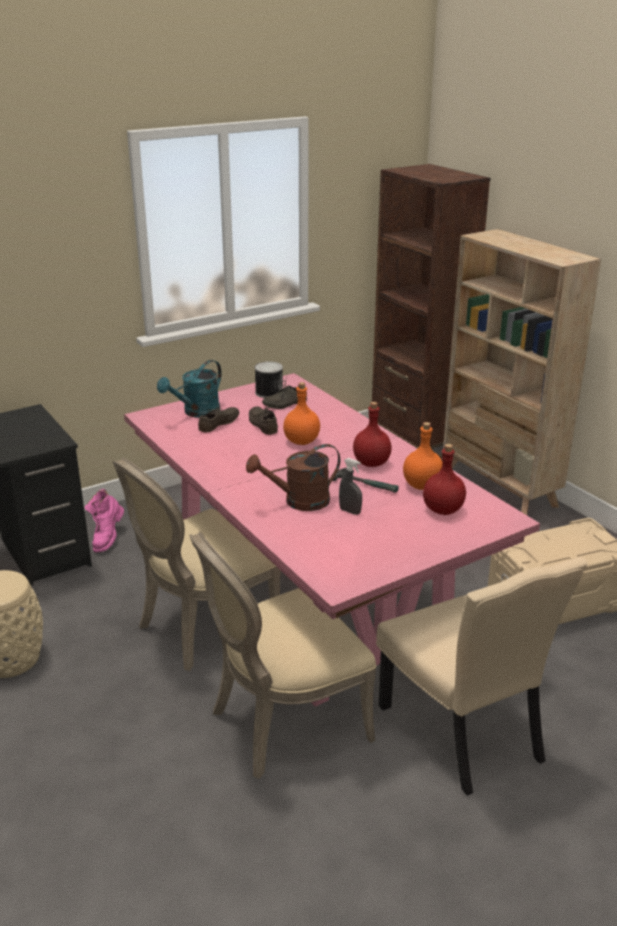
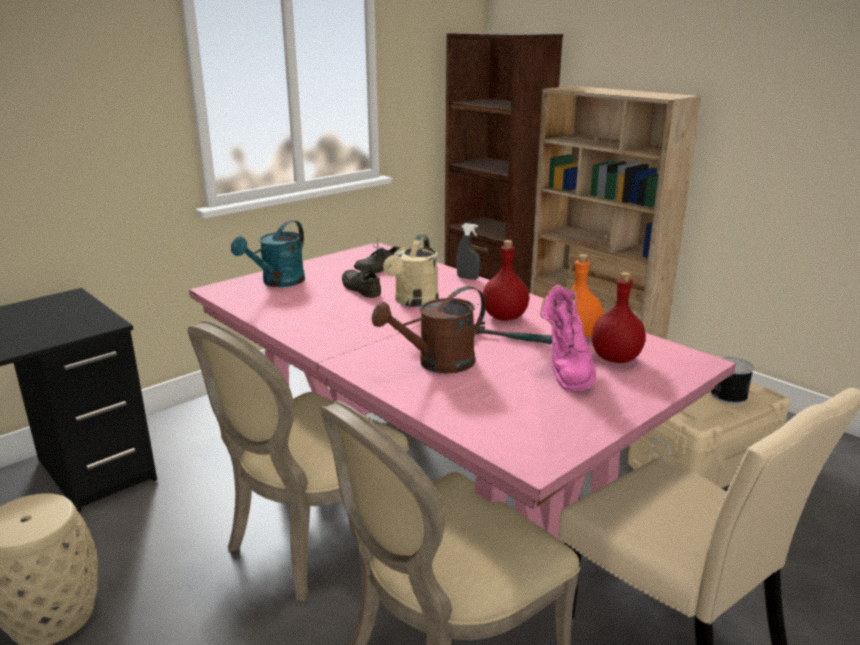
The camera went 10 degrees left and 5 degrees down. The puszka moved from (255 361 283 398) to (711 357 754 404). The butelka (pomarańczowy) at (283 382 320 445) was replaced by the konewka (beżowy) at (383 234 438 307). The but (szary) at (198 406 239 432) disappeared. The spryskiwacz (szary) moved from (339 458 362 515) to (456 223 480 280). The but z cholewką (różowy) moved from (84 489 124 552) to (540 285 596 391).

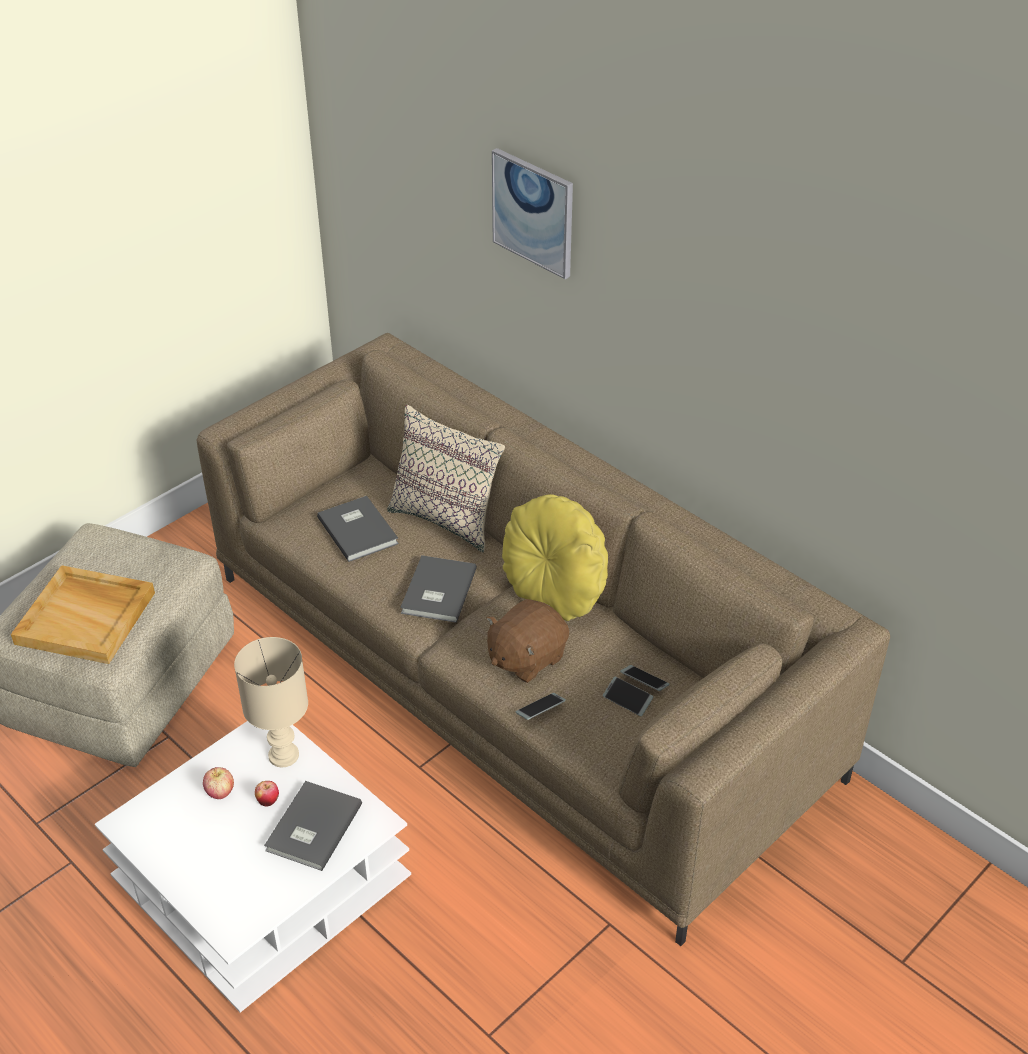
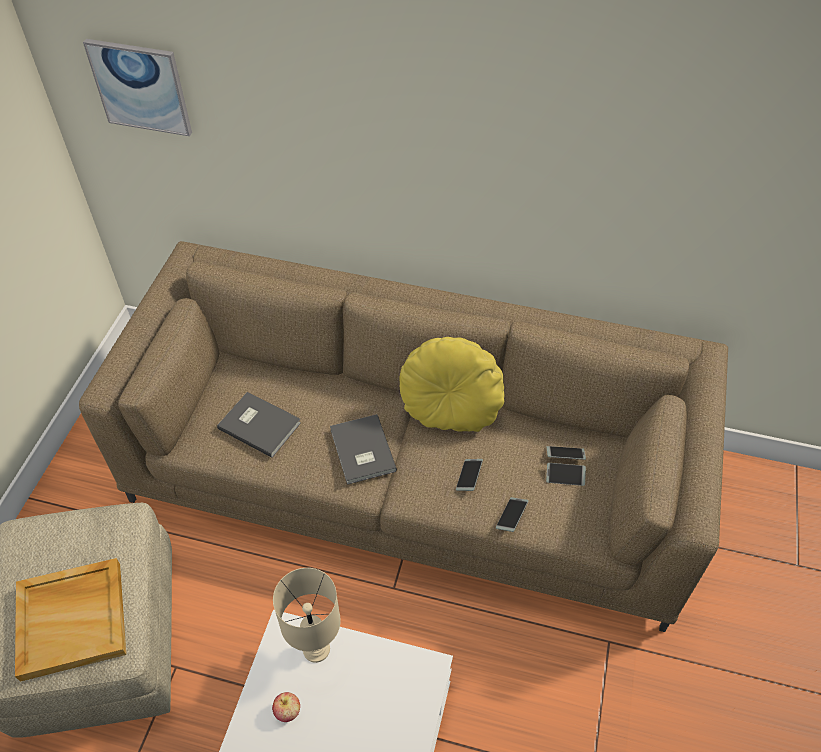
The camera went 30 degrees left and 10 degrees up. The obraz moved from (492 148 573 279) to (83 39 192 136). The poduszka (beżowy) at (387 405 505 552) disappeared. The pluszak (brązowy) at (486 599 569 683) was replaced by the telefon at (456 459 483 491). The jabłko at (255 781 279 806) disappeared. The książka (szary) at (264 781 362 871) disappeared.

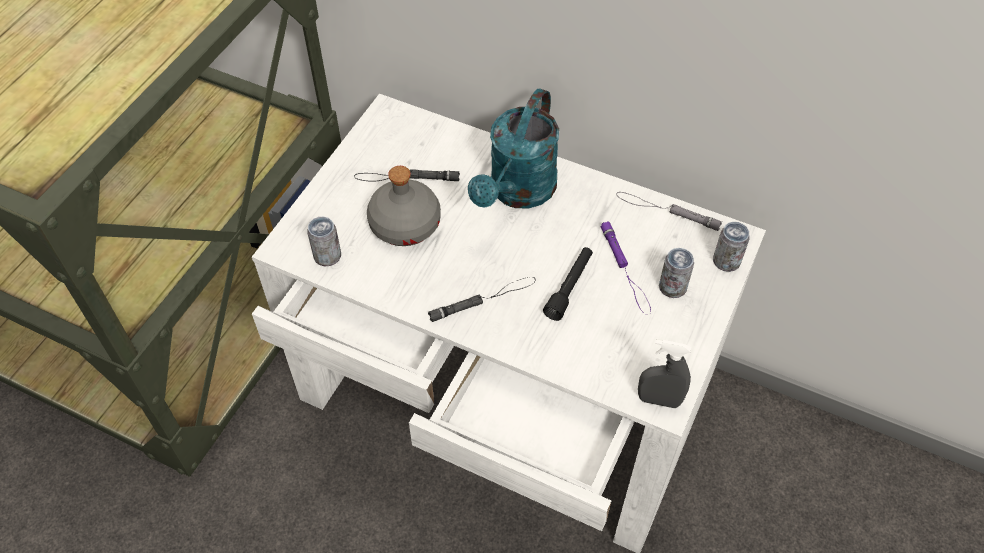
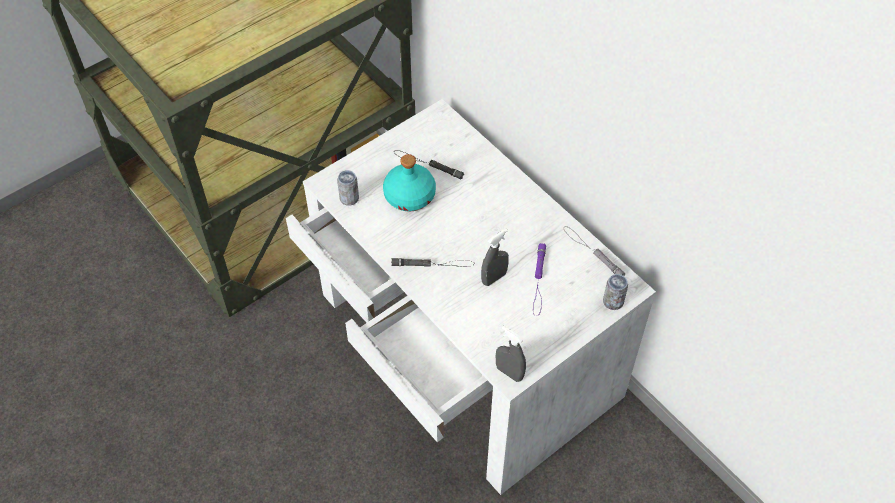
The camera went 25 degrees right and 0 degrees up. The konewka (turkusowy) at (468 88 559 209) disappeared. The butelka (szary) at (367 166 441 246) became the butelka (turkusowy) at (383 154 436 211). The latarka (czarny) at (543 247 593 321) was replaced by the spryskiwacz (szary) at (481 229 509 286). The puszka at (659 248 694 298) disappeared.

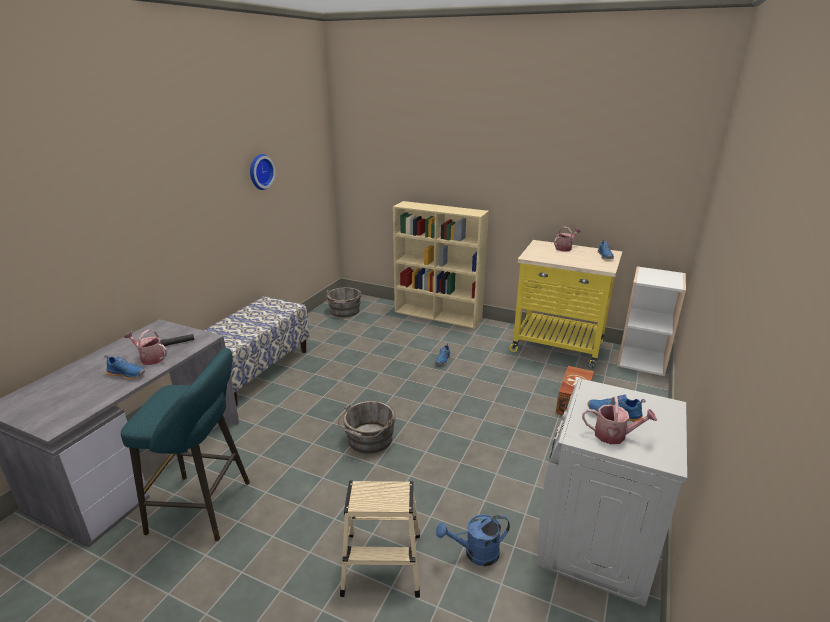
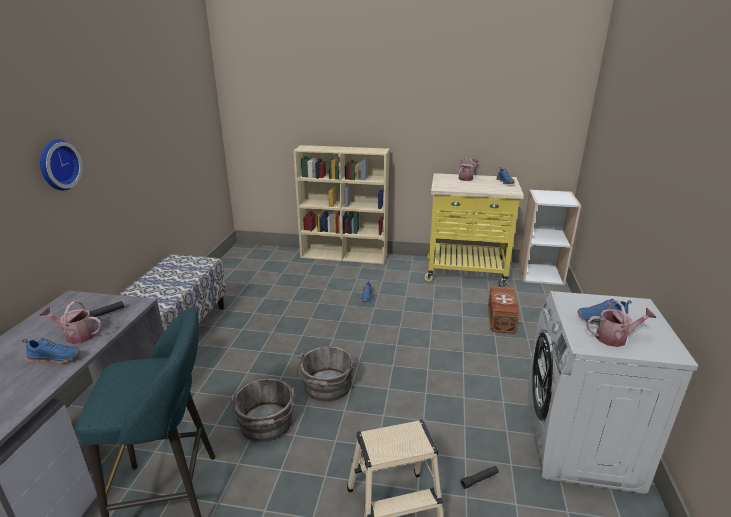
The camera went 15 degrees left and 0 degrees up. The zegar ścienny moved from (250 154 276 190) to (40 139 83 191). The wiadro (szary) moved from (326 287 361 317) to (230 378 295 442). The konewka (niebieski) at (436 514 510 566) was replaced by the latarka (czarny) at (460 466 499 489).

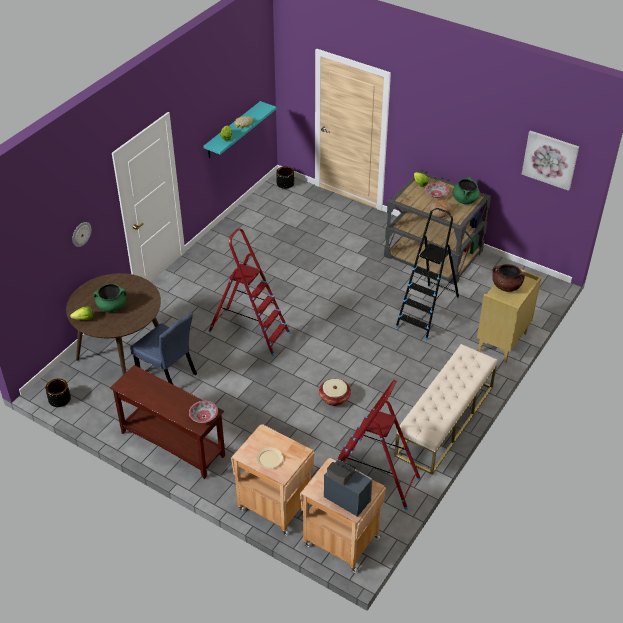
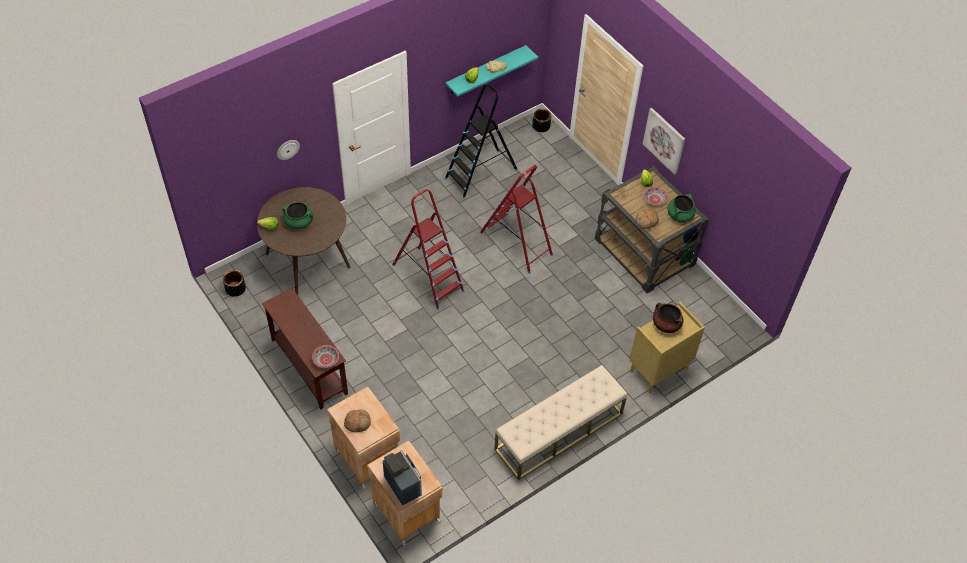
The camera went 20 degrees right and 10 degrees up. The obraz moved from (522 131 579 191) to (643 108 685 175). The drabinka (czarny) moved from (395 208 459 340) to (445 84 518 199). The krzesło (niebieski) at (130 312 197 385) disappeared. The koszyk at (319 379 351 406) disappeared. The drabinka (czerwony) moved from (338 380 421 510) to (480 165 553 274). The talerz (beżowy) at (256 447 283 469) was replaced by the chleb at (344 409 371 432).

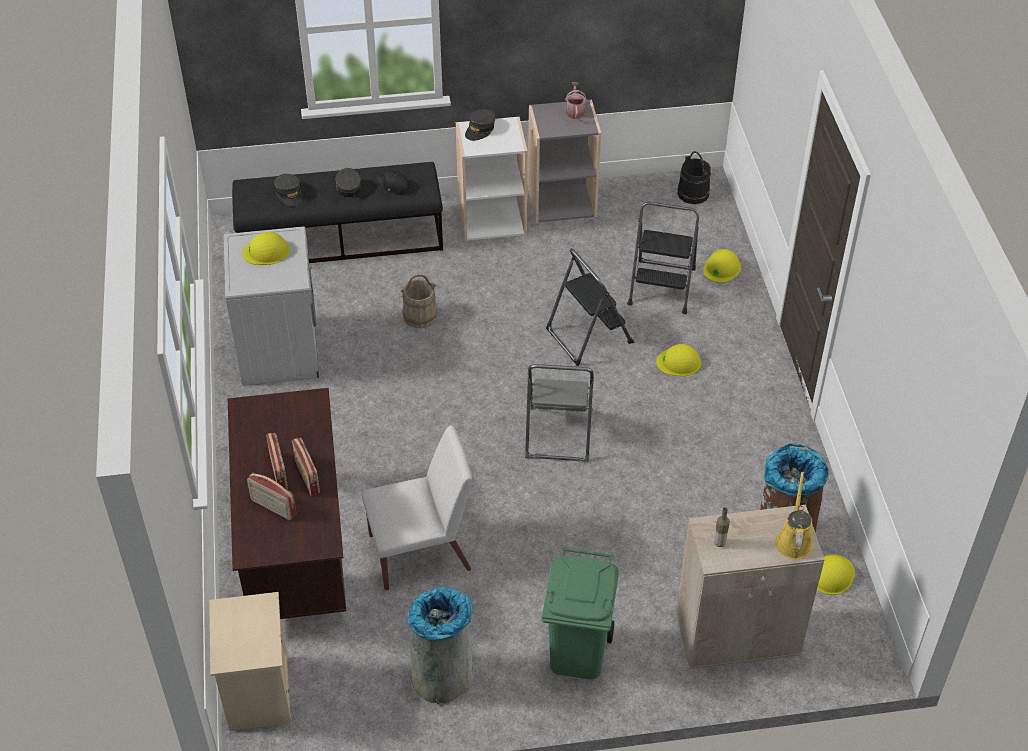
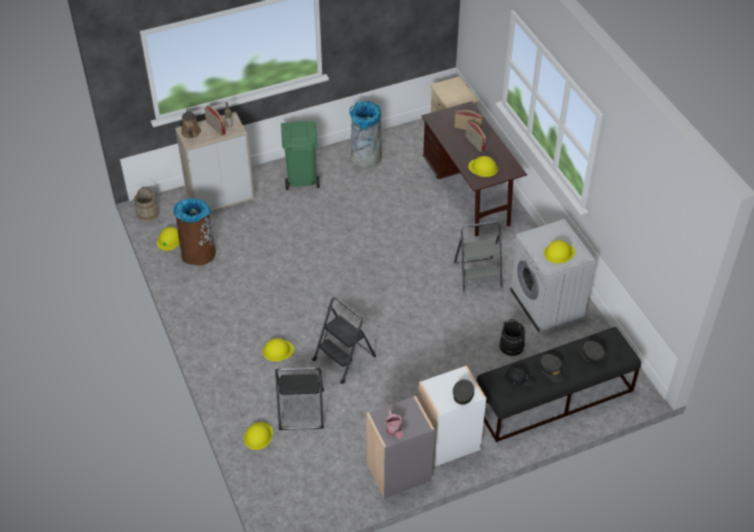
The camera went 165 degrees right and 0 degrees up. The wiadro (czarny) moved from (677 151 711 204) to (499 319 525 356). The wiadro (beżowy) moved from (401 275 438 328) to (133 187 159 222). The drabinka (szary) moved from (525 364 594 462) to (454 222 503 296). The krzesło (biały) at (362 425 472 591) disappeared. The radio moved from (292 438 320 496) to (204 106 226 136). The konewka (żółty) at (775 472 813 559) became the konewka (brązowy) at (181 108 201 138). The kask (żółty) at (468 156 498 177) appeared.

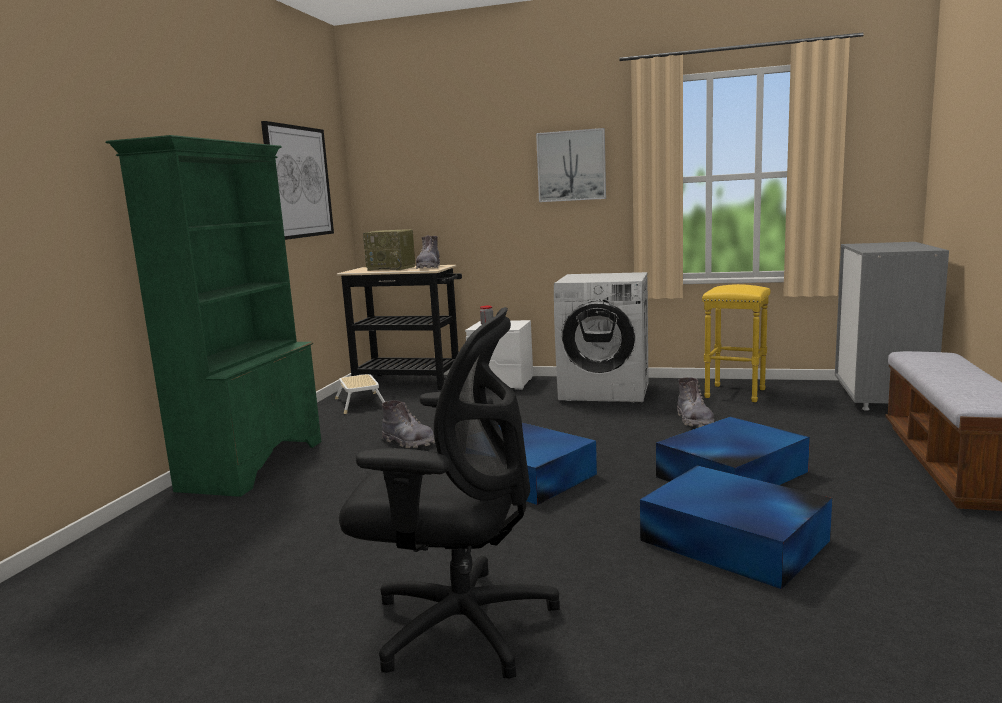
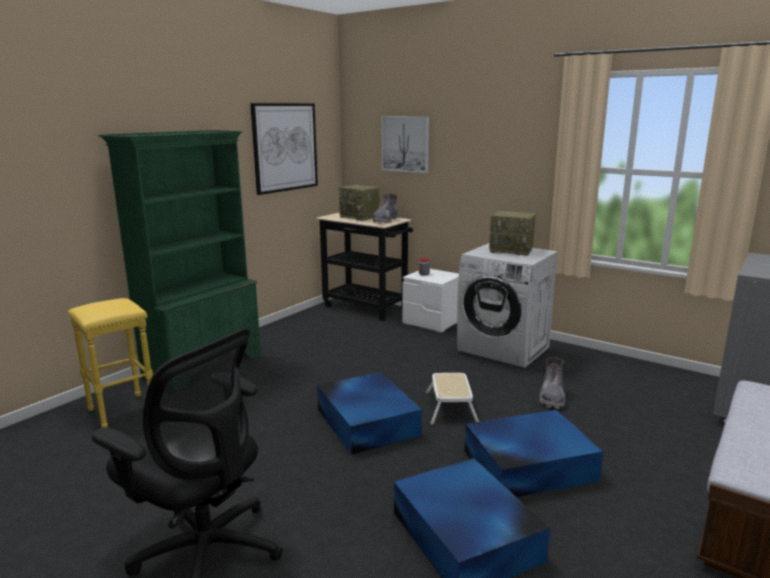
The camera went 20 degrees right and 5 degrees up. The obraz moved from (536 128 606 202) to (381 116 429 173). The stołek (żółty) moved from (702 284 771 402) to (68 298 153 428). The drabinka (beżowy) moved from (335 374 385 414) to (426 373 479 425). The but z cholewką (szary) at (382 400 435 448) disappeared. The radio at (489 211 536 256) appeared.

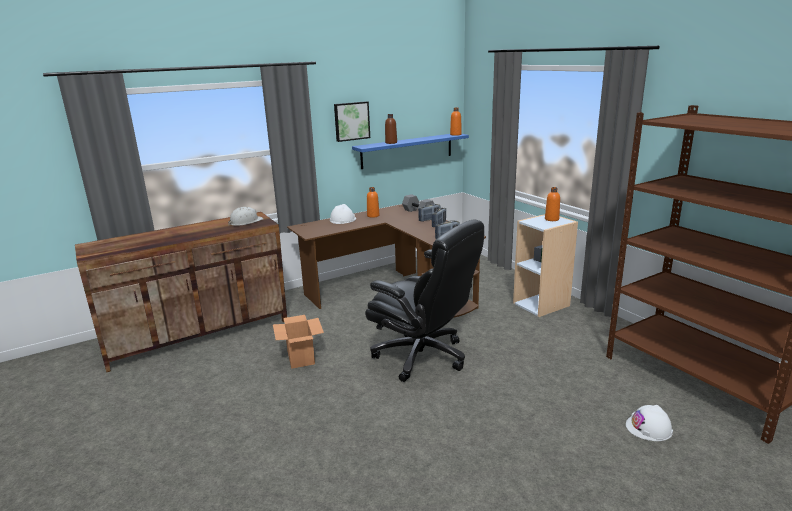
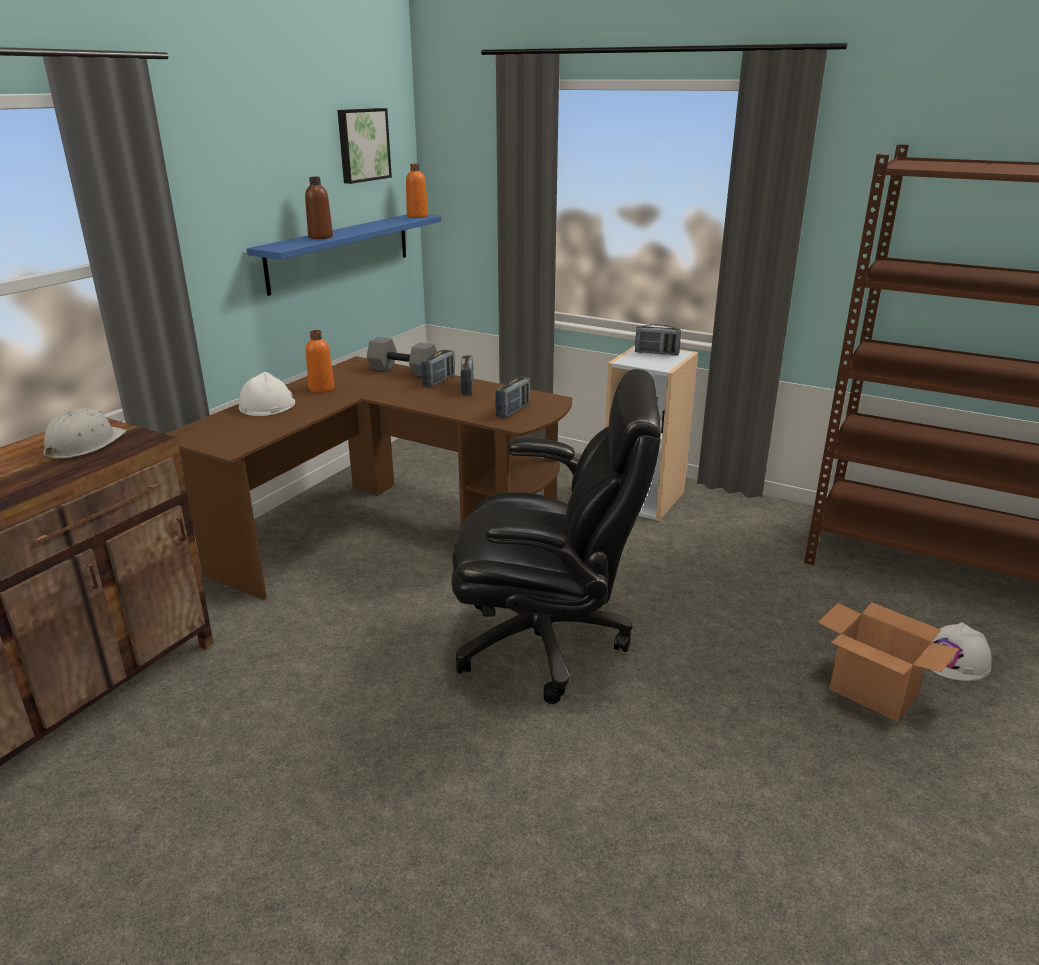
The camera went 30 degrees left and 5 degrees up. The obraz moved from (334 101 370 142) to (337 108 392 184). The butelka (pomarańczowy) at (545 187 560 221) was replaced by the radio at (635 324 681 355). The karton moved from (273 315 324 369) to (818 602 959 722).

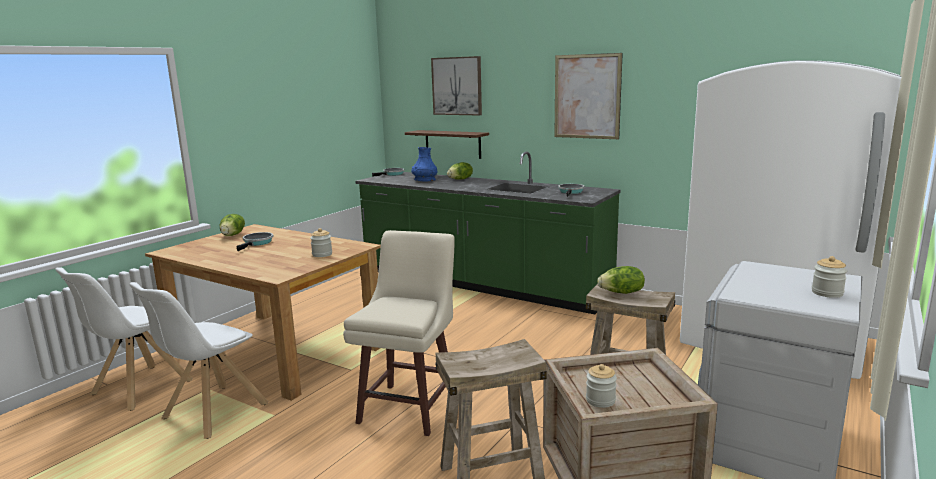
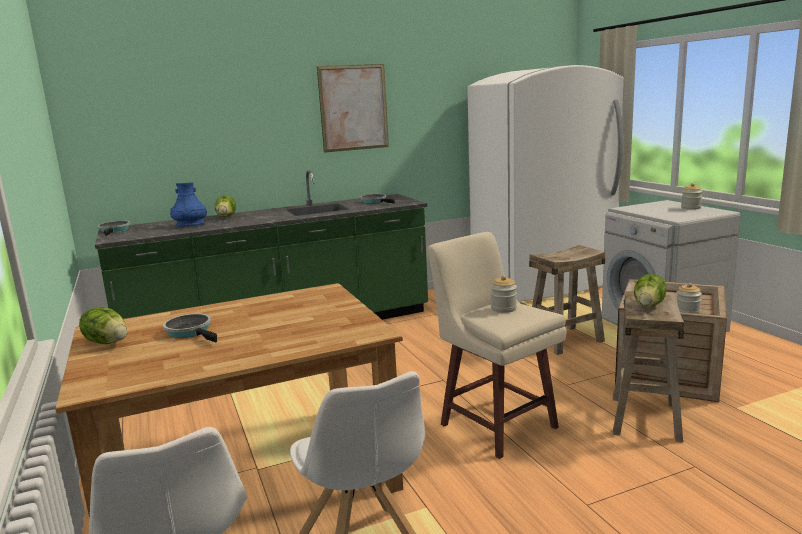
The camera went 55 degrees left and 0 degrees up. The obraz at (431 56 482 116) disappeared. The półka at (405 130 489 159) disappeared. The słoik moved from (310 228 332 257) to (491 275 517 313). The sałata moved from (598 266 645 294) to (634 274 666 307).

